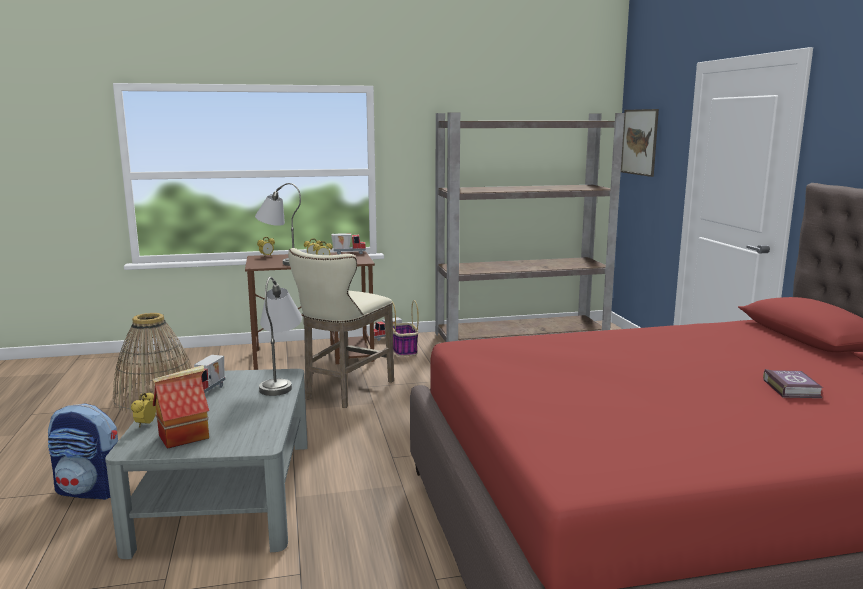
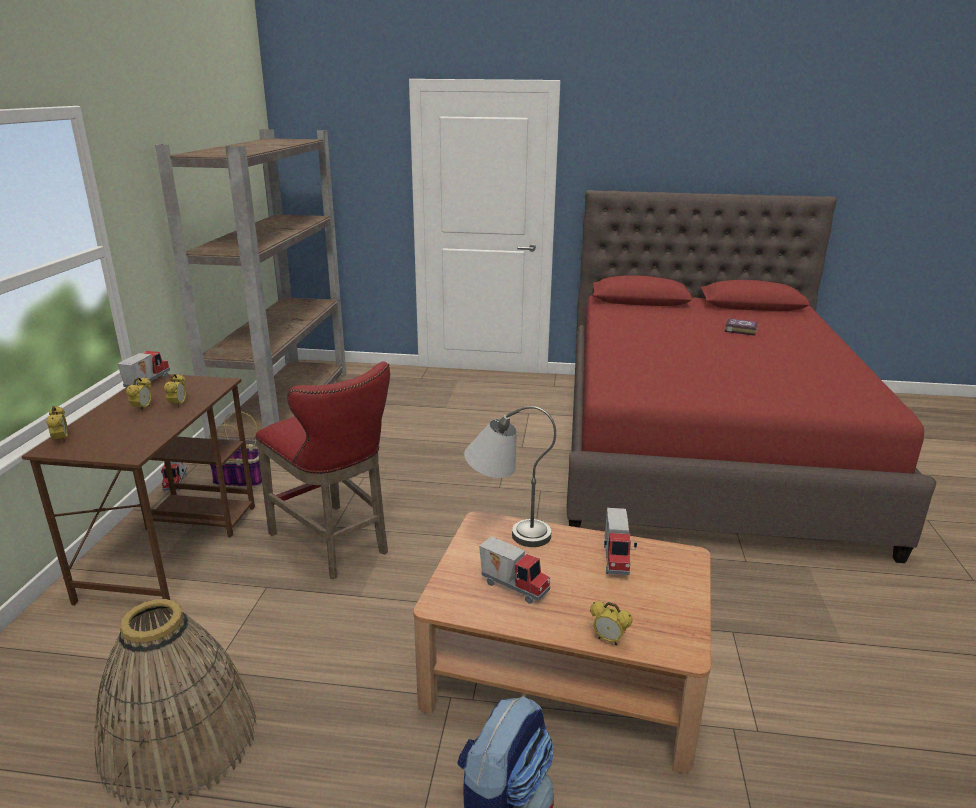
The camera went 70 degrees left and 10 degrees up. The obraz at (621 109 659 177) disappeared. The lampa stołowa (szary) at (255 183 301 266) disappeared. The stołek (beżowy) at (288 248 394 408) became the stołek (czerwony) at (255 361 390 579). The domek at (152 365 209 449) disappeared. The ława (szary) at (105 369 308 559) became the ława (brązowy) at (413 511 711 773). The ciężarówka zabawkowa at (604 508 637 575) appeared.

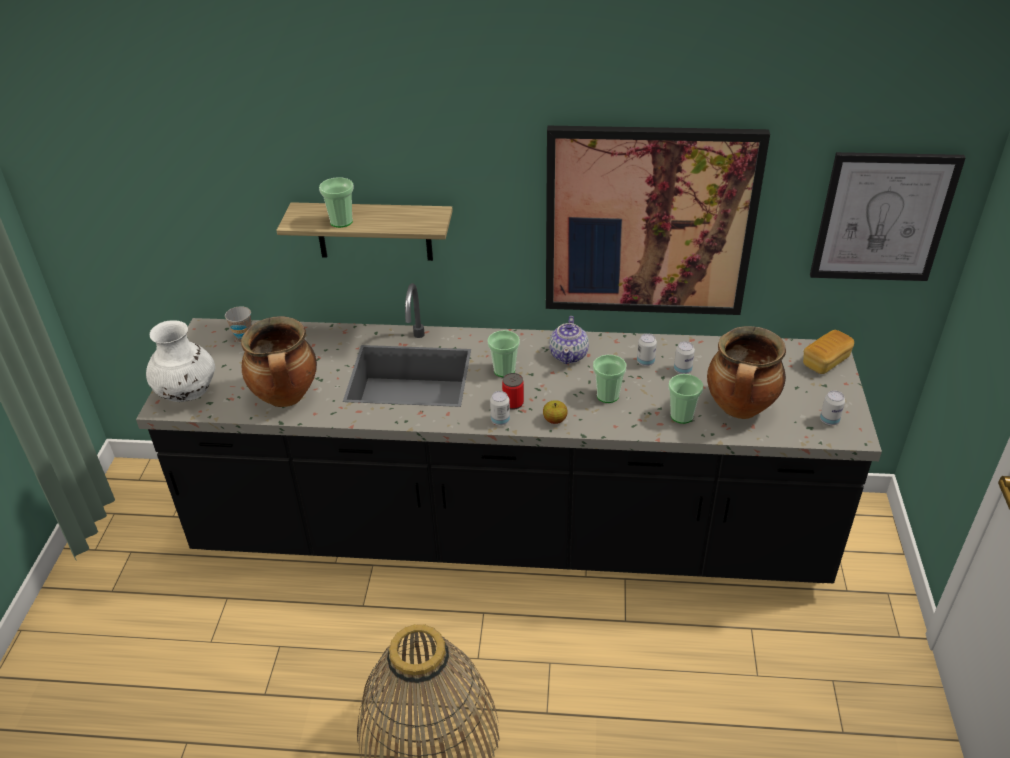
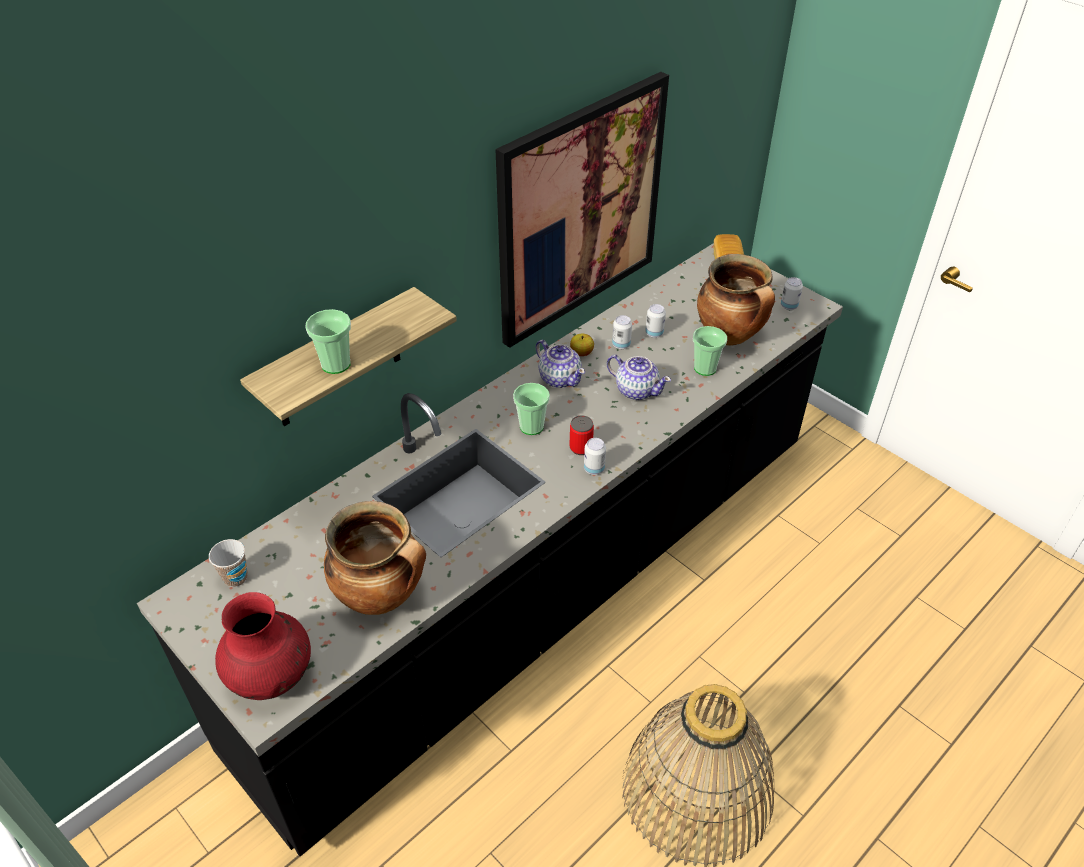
The camera went 50 degrees left and 5 degrees up. The obraz at (810 152 966 281) disappeared. The wazon (biały) at (146 320 215 402) became the wazon (czerwony) at (215 592 311 700). The filiżanka at (593 355 626 403) was replaced by the imbryk at (607 355 671 400). The jabłko moved from (543 400 568 424) to (570 334 594 356).

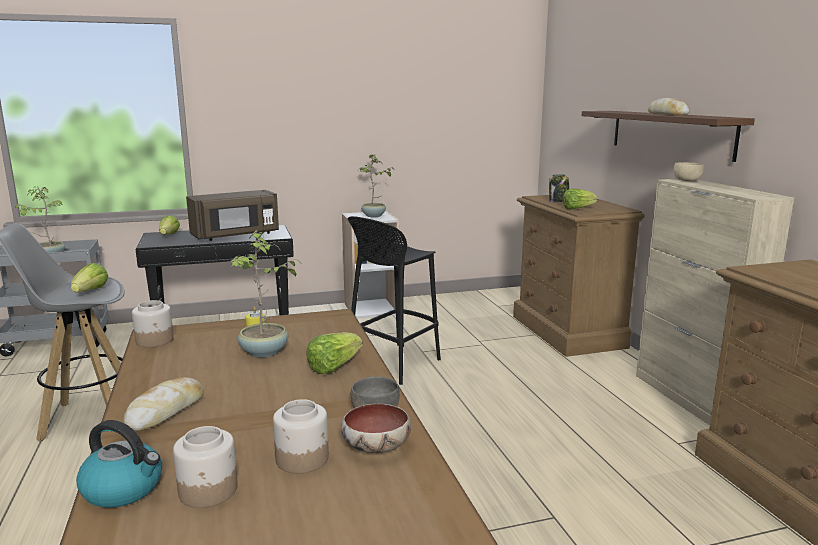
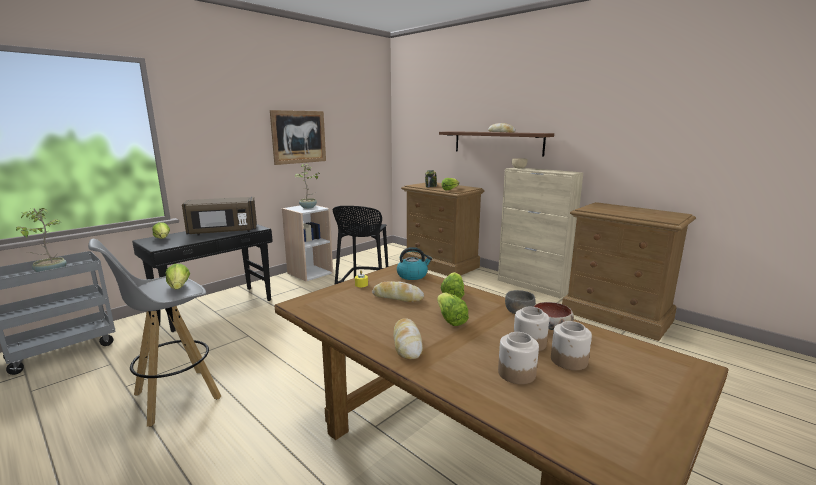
The camera went 30 degrees left and 0 degrees up. The mikrofalówka (brązowy) at (186 190 279 241) turned 45 degrees clockwise. The roślina doniczkowa at (229 230 301 358) was replaced by the chleb at (372 281 424 302). The słoik moved from (132 300 174 347) to (551 321 592 370). The czajnik moved from (76 420 162 508) to (397 247 432 280). The obraz at (270 110 326 165) appeared. The sałata at (437 293 469 326) appeared.

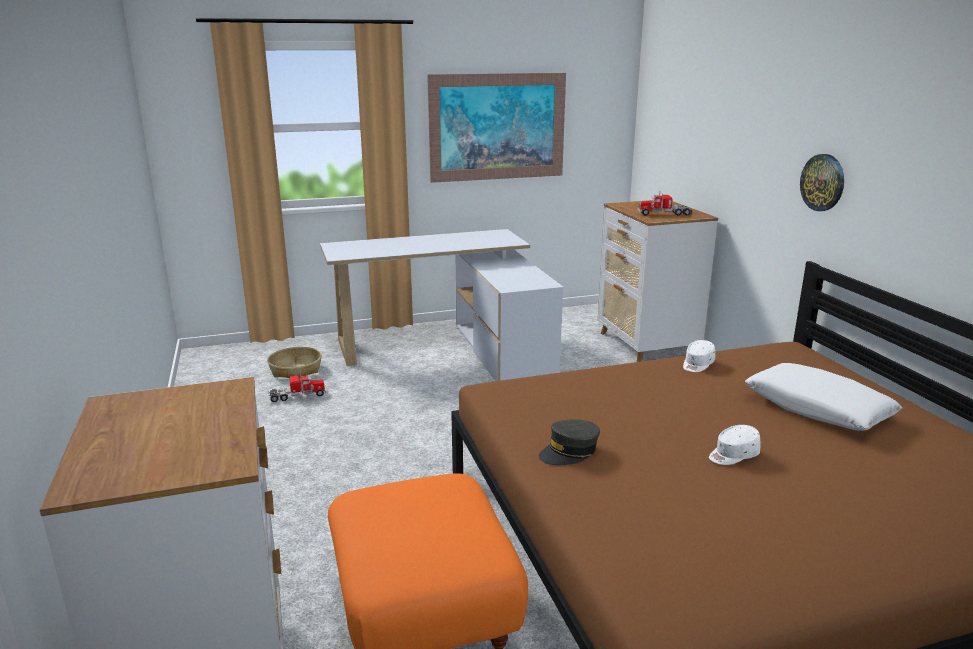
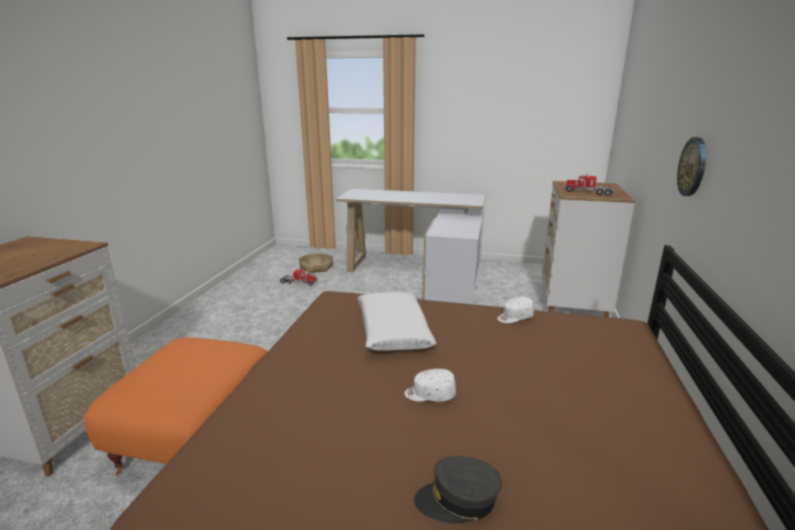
The camera went 30 degrees right and 0 degrees up. The obraz at (427 73 566 183) disappeared. The poduszka (biały) moved from (745 363 902 431) to (358 292 436 351). The czapka z daszkiem (szary) moved from (538 419 600 465) to (414 456 502 524).

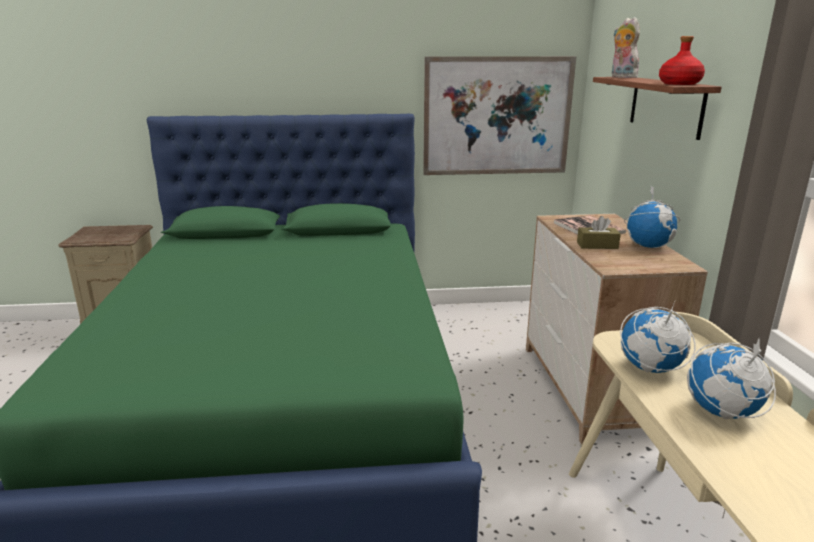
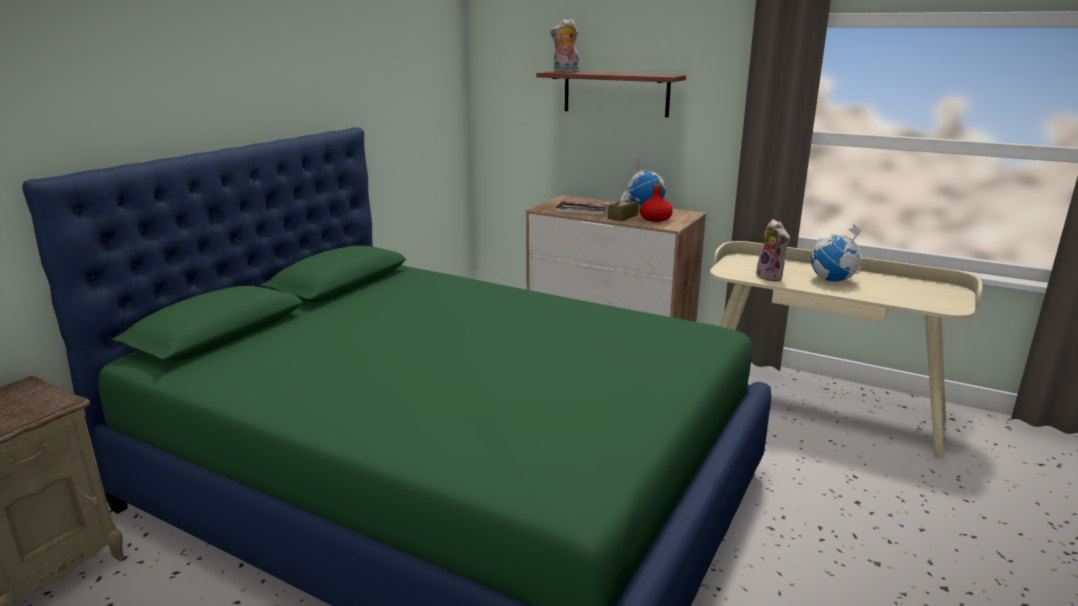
The camera went 55 degrees left and 0 degrees up. The butelka (czerwony) moved from (659 36 705 85) to (640 184 673 222). The obraz at (423 56 576 175) disappeared. The globus at (620 302 696 373) was replaced by the pluszak at (756 219 790 281).

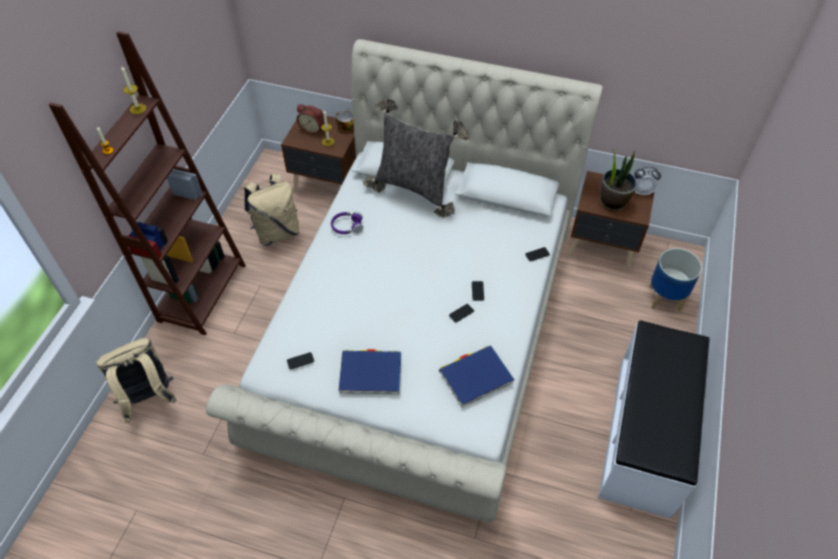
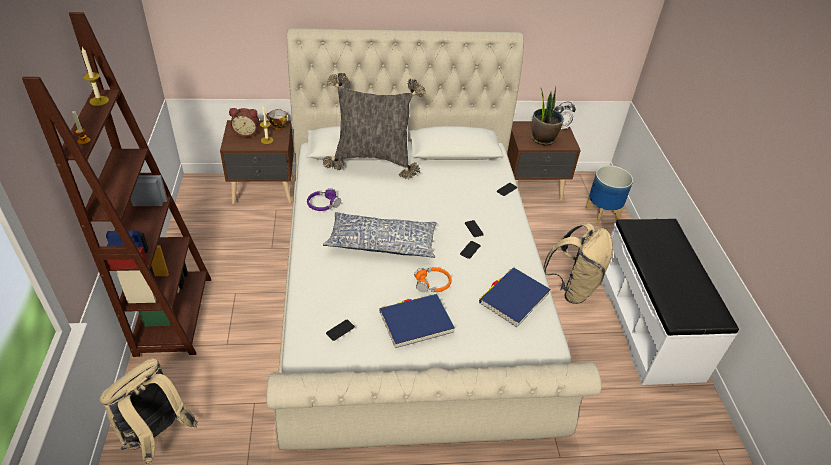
The camera went 25 degrees left and 10 degrees down. The plecak (beżowy) moved from (244 174 300 246) to (543 223 613 304). The poduszka at (323 212 437 258) appeared. The słuchawki (pomarańczowy) at (414 267 452 292) appeared.

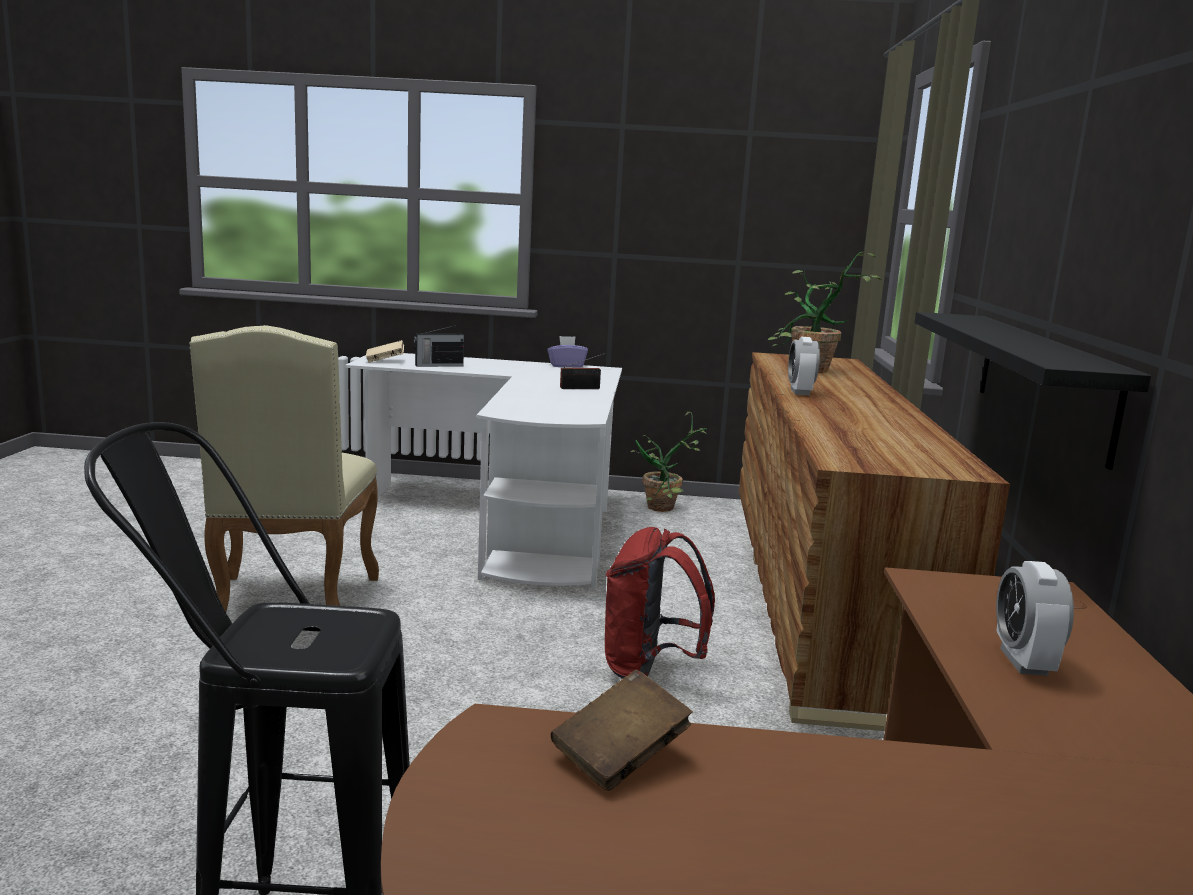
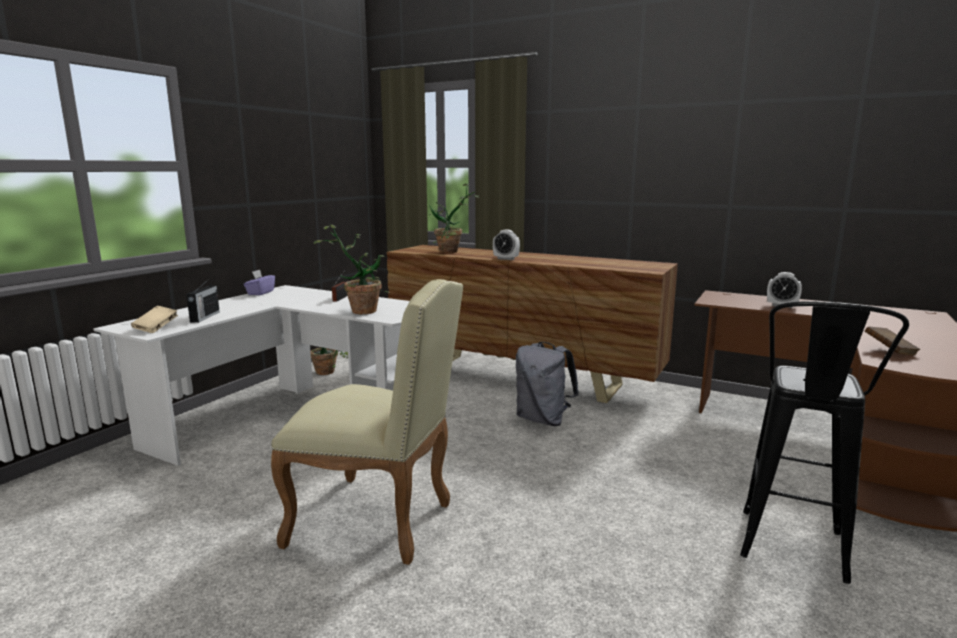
The camera went 65 degrees left and 0 degrees up. The półka (czarny) at (914 312 1151 470) disappeared. The plecak (czerwony) at (605 527 715 679) became the plecak (szary) at (516 342 579 426). The roślina doniczkowa at (313 224 389 314) appeared.

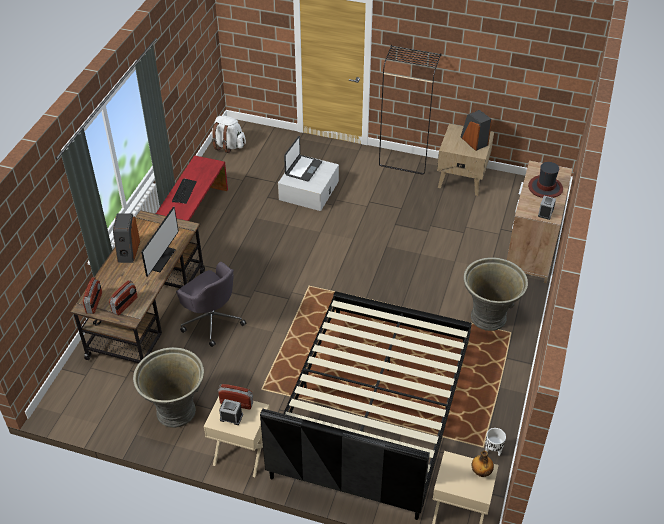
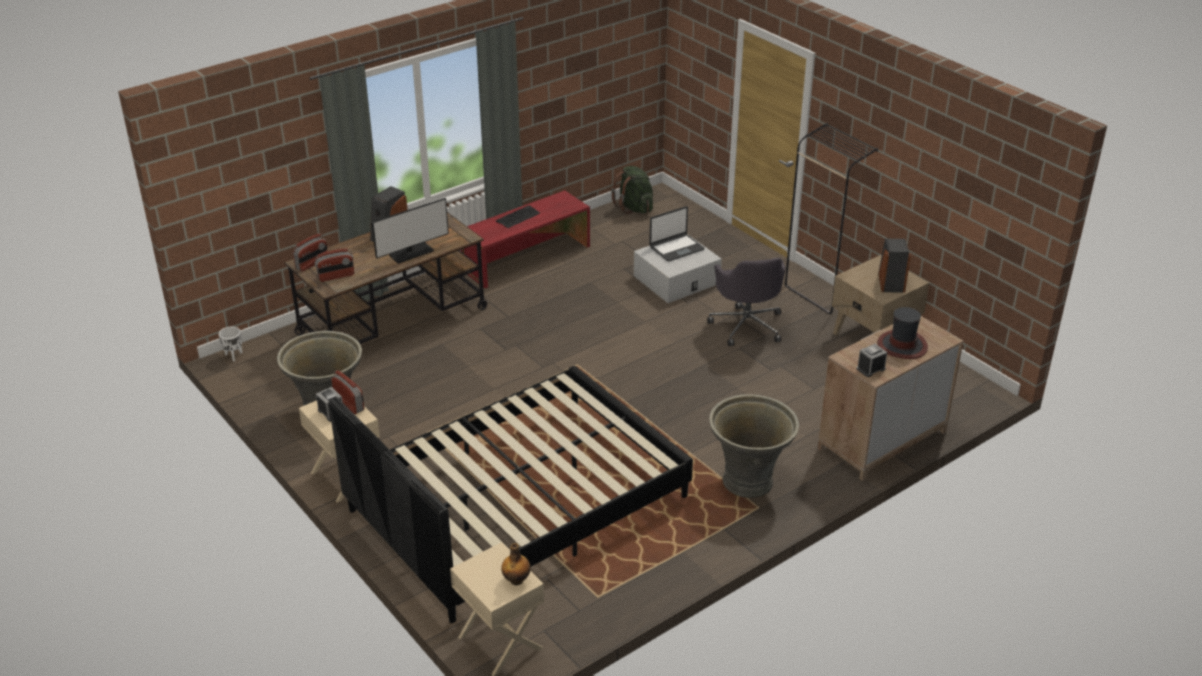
The camera went 35 degrees right and 10 degrees down. The plecak (biały) at (211 115 246 153) became the plecak (zielony) at (611 166 653 214). The krzesło biurowe (szary) moved from (176 262 246 347) to (707 257 786 346). The donica (biały) moved from (485 428 506 456) to (219 327 243 361).

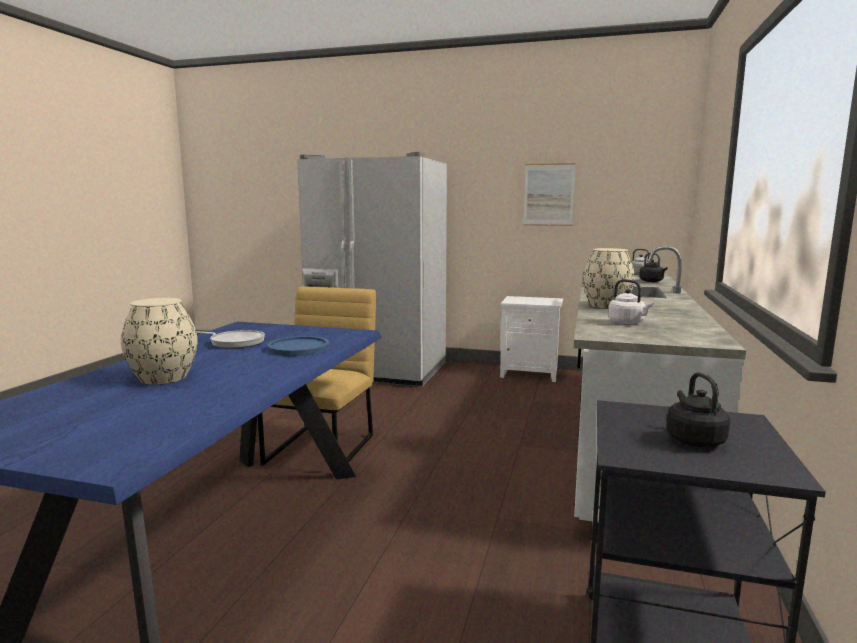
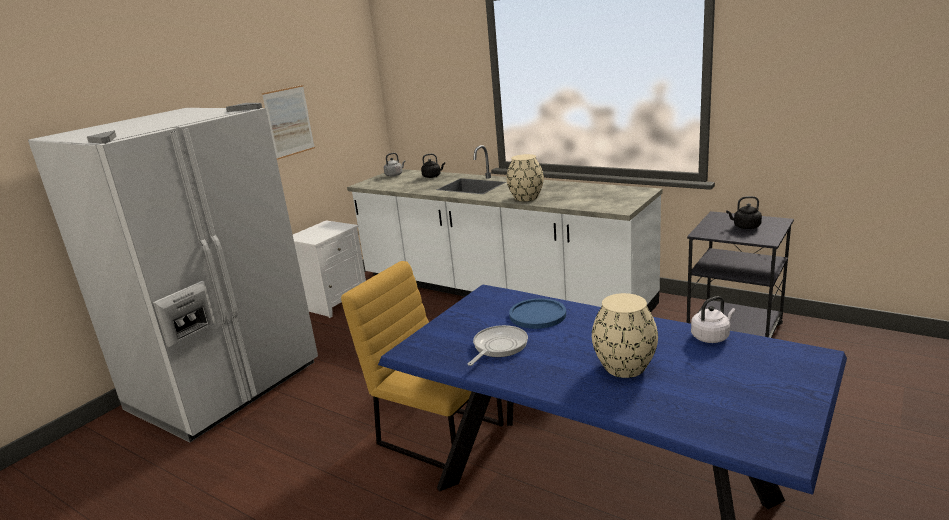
The camera went 70 degrees left and 10 degrees up. The czajnik (biały) moved from (608 279 654 324) to (691 296 736 343).

